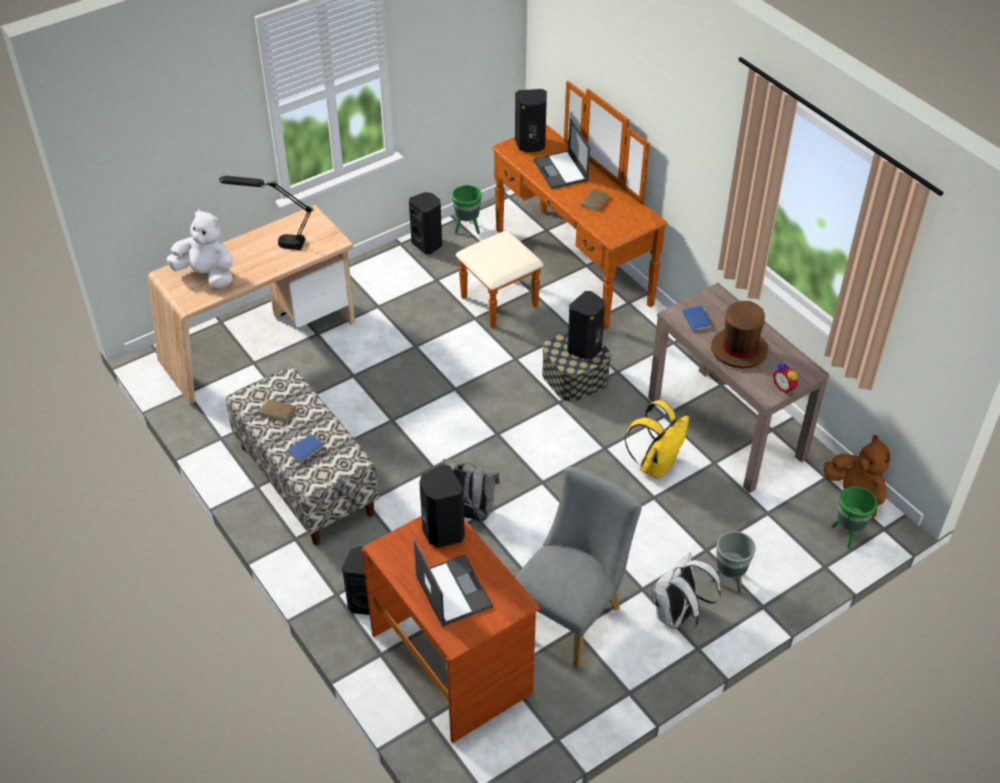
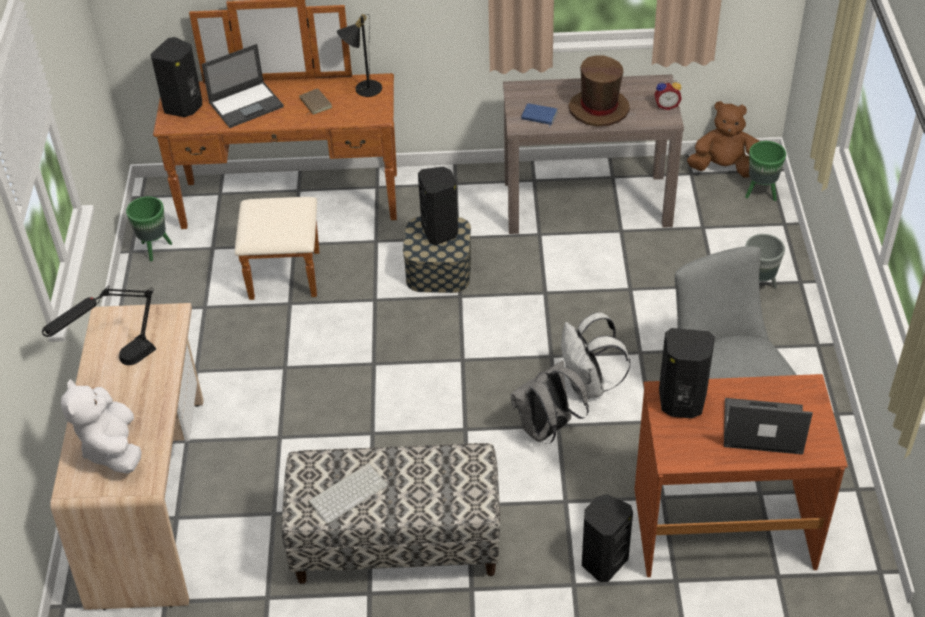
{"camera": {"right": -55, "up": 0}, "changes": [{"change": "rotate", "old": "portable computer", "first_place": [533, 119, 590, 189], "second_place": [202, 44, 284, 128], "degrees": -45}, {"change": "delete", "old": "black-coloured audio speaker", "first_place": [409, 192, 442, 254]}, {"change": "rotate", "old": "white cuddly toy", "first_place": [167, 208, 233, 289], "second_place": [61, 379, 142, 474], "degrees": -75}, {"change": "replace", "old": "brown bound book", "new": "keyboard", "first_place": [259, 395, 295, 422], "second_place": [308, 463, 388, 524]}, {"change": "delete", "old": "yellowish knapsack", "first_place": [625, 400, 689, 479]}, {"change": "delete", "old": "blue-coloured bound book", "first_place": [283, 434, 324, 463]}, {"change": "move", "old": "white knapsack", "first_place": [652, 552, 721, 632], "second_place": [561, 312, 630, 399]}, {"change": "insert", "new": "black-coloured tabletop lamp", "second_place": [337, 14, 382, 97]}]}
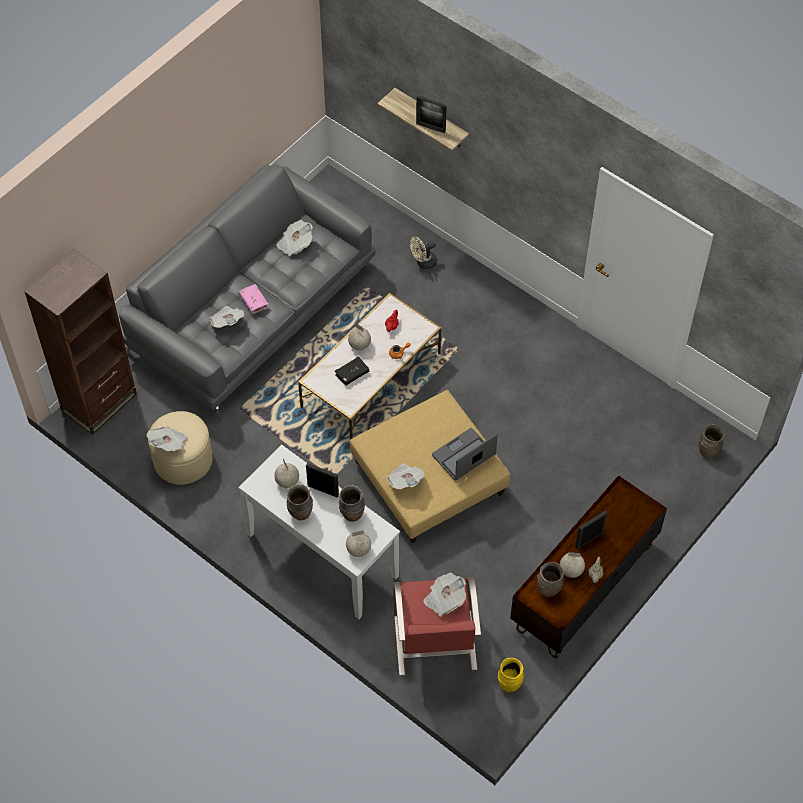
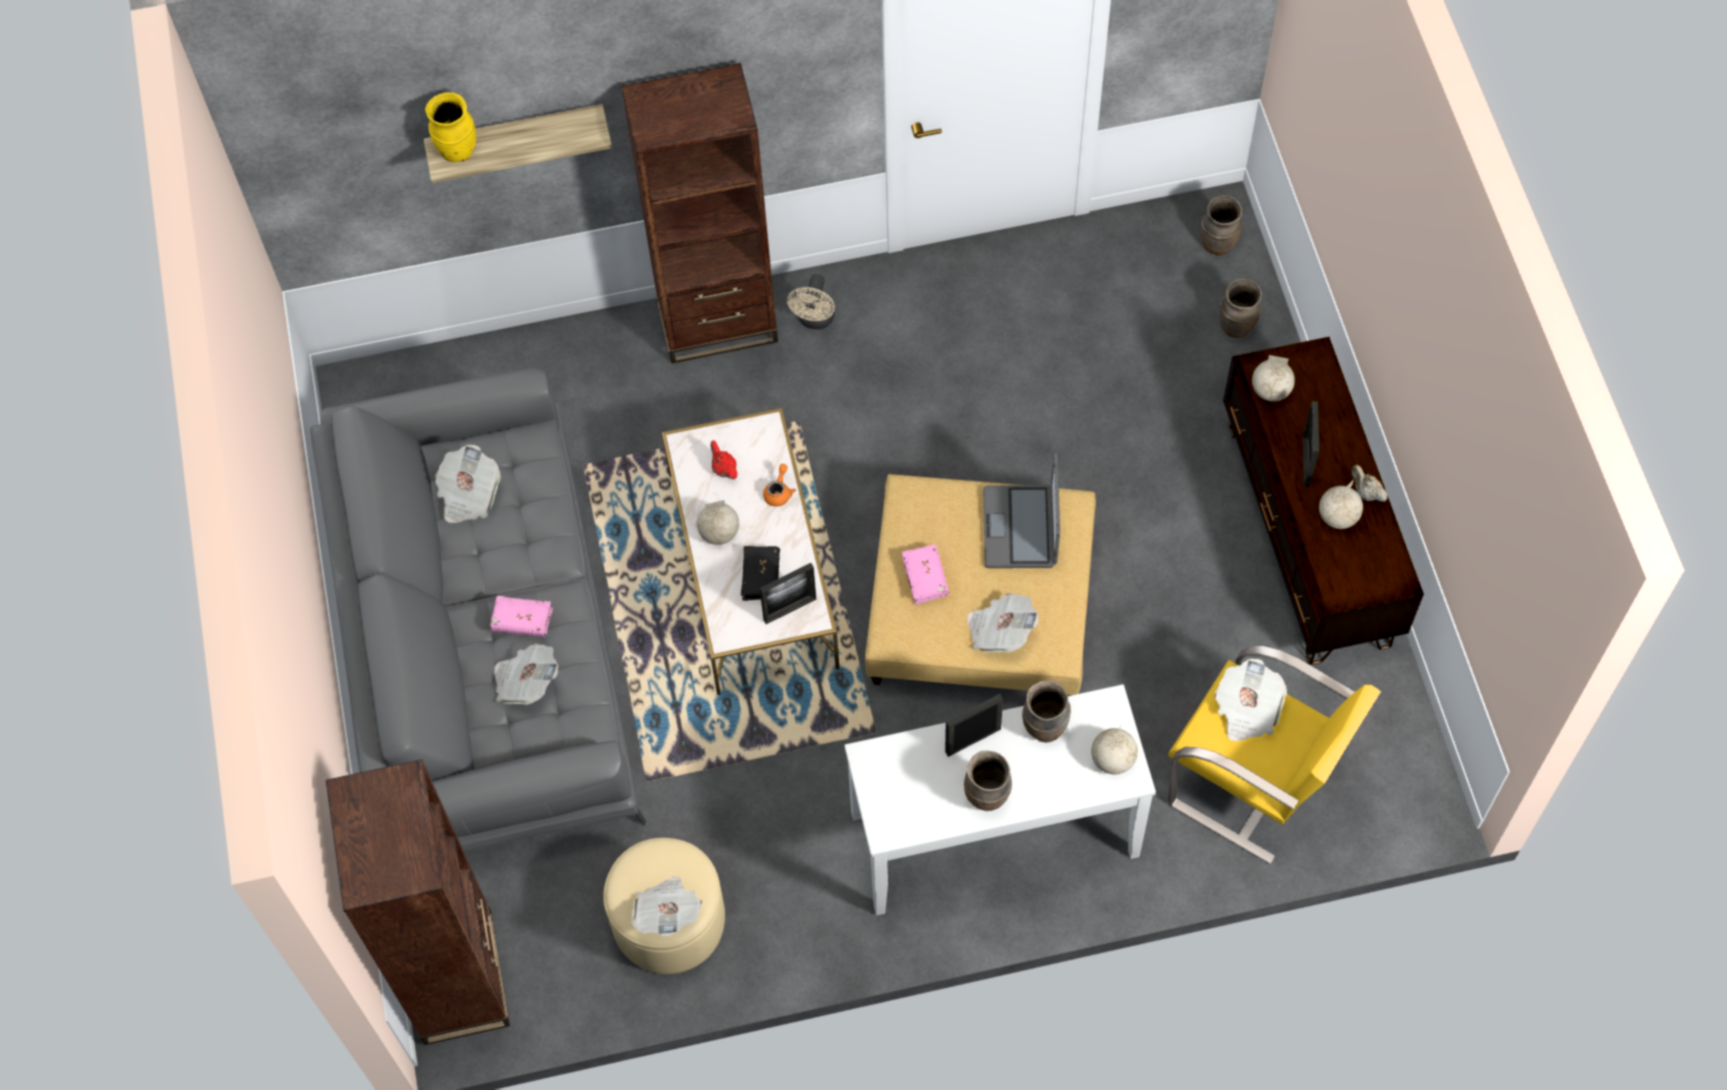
{"camera": {"right": -50, "up": 5}, "changes": [{"change": "move", "old": "photo frame", "first_place": [416, 96, 447, 133], "second_place": [760, 563, 816, 624]}, {"change": "move", "old": "beige-coloured cooling fan", "first_place": [410, 237, 437, 269], "second_place": [787, 274, 835, 330]}, {"change": "move", "old": "desk globe", "first_place": [274, 459, 299, 488], "second_place": [1252, 355, 1295, 402]}, {"change": "move", "old": "brown flower vase", "first_place": [537, 562, 564, 597], "second_place": [1219, 279, 1262, 338]}, {"change": "recolor", "old": "reddish easy chair", "new": "yellowish easy chair", "first_place": [393, 577, 481, 676], "second_place": [1168, 646, 1381, 865]}, {"change": "move", "old": "yellowish flower vase", "first_place": [498, 658, 524, 692], "second_place": [425, 92, 476, 162]}, {"change": "insert", "new": "brown shelving unit", "second_place": [621, 63, 778, 364]}, {"change": "insert", "new": "pink-coloured bound book", "second_place": [902, 545, 949, 605]}]}
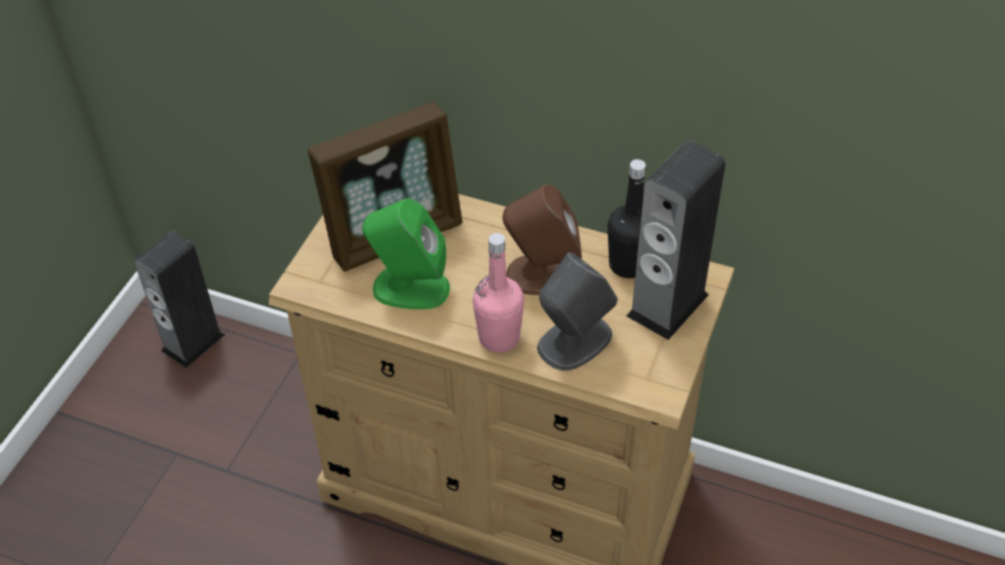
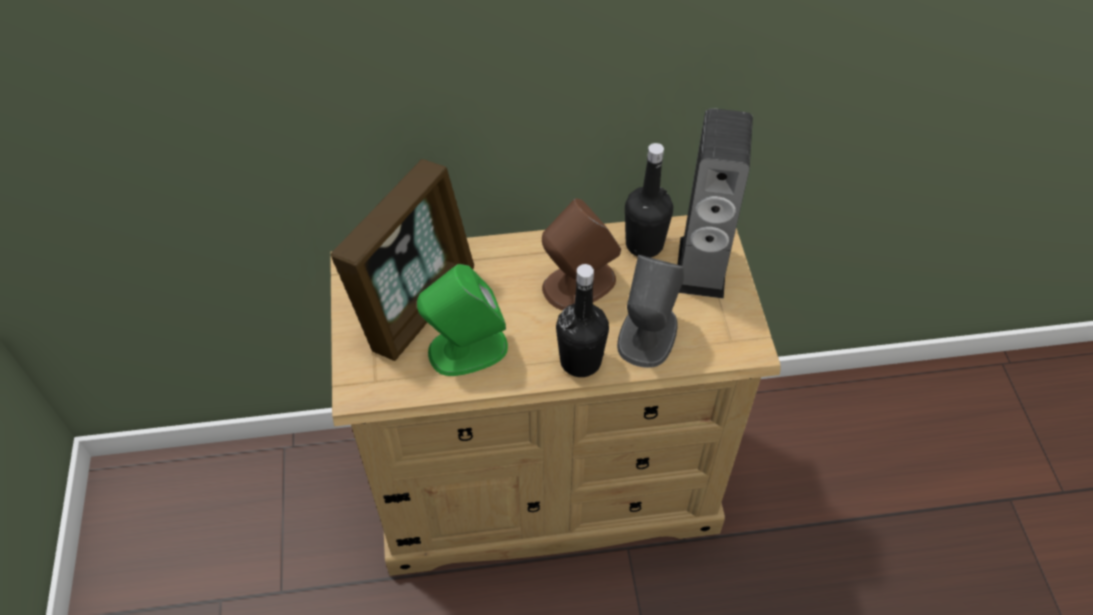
{"camera": {"right": -30, "up": 5}, "changes": [{"change": "delete", "old": "audio speaker", "first_place": [134, 230, 225, 368]}, {"change": "recolor", "old": "pink-coloured beverage bottle", "new": "black-coloured beverage bottle", "first_place": [472, 233, 524, 353], "second_place": [556, 264, 609, 377]}]}
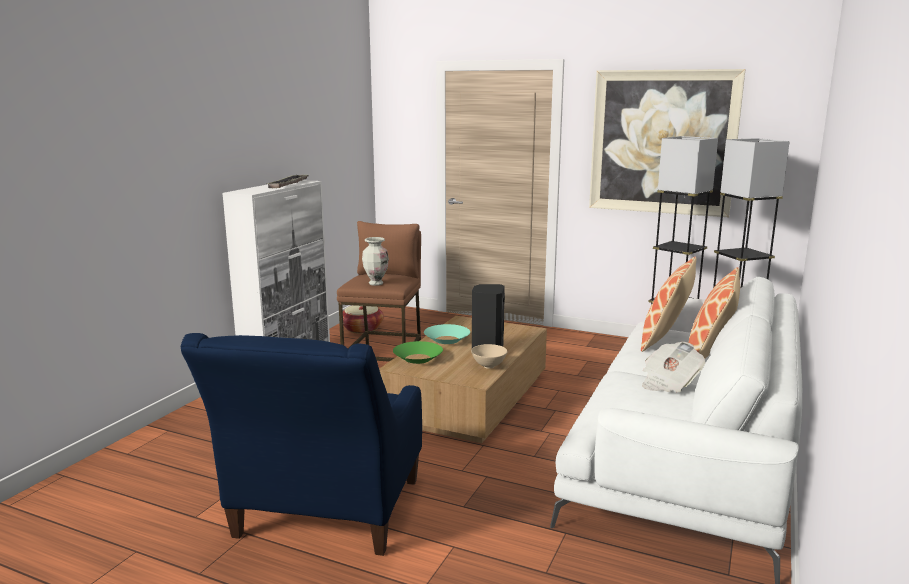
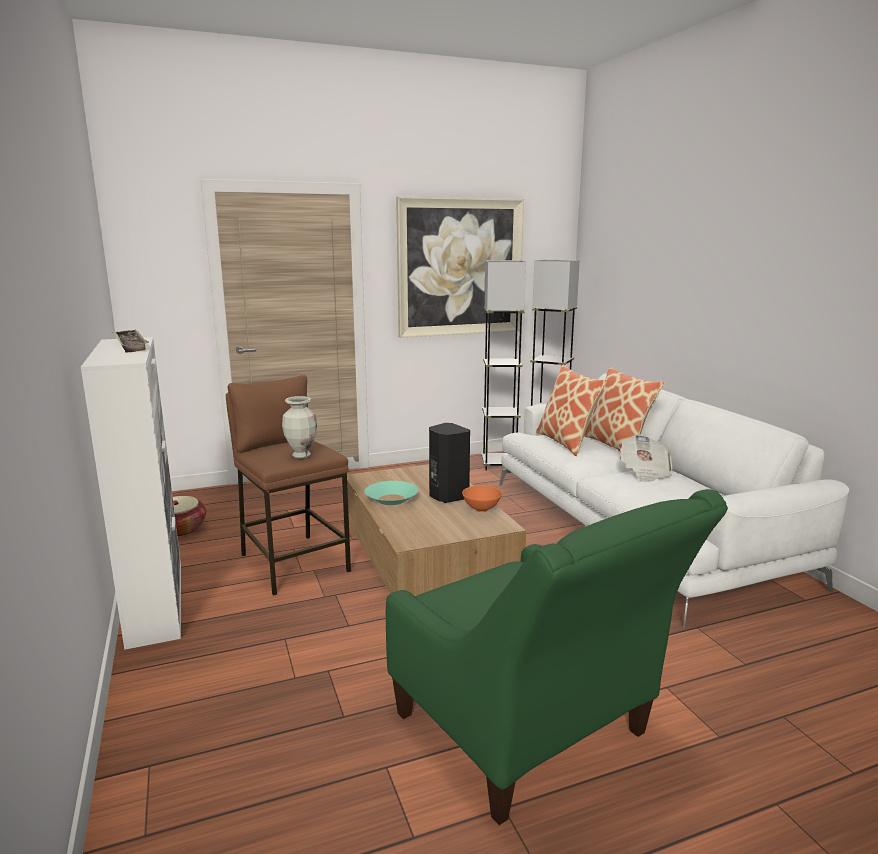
{"camera": {"right": -45, "up": 0}, "changes": [{"change": "recolor", "old": "blue-coloured easy chair", "new": "green-coloured easy chair", "first_place": [181, 333, 422, 556], "second_place": [386, 489, 728, 825]}, {"change": "delete", "old": "green-coloured bowl", "first_place": [393, 341, 443, 364]}, {"change": "recolor", "old": "beige-coloured bowl", "new": "orange bowl", "first_place": [471, 344, 508, 369], "second_place": [462, 485, 502, 512]}]}
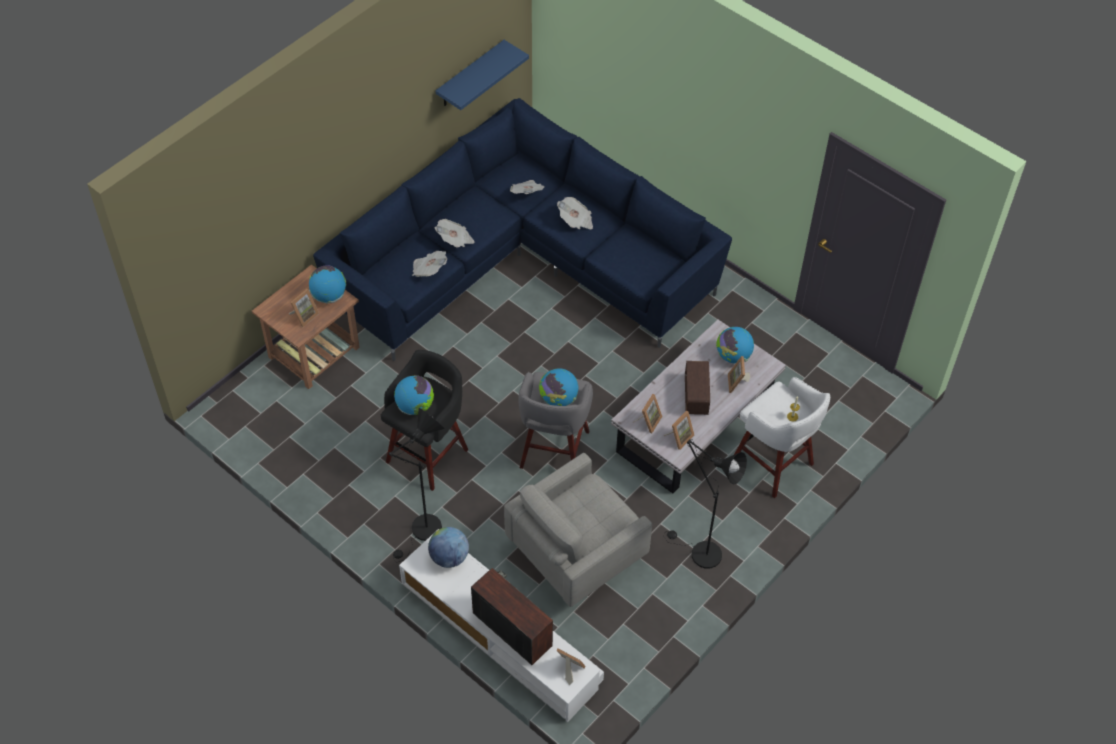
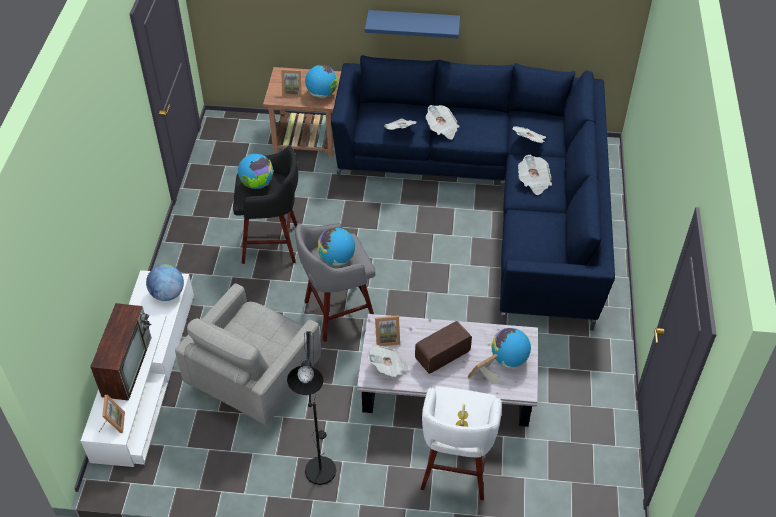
{"camera": {"right": 55, "up": -5}, "changes": [{"change": "move", "old": "blue-coloured wall shelf", "first_place": [435, 40, 529, 110], "second_place": [365, 10, 460, 38]}, {"change": "delete", "old": "black-coloured standard lamp", "first_place": [389, 408, 444, 562]}, {"change": "replace", "old": "photo frame", "new": "printed paper", "first_place": [664, 411, 694, 450], "second_place": [367, 345, 411, 377]}, {"change": "rotate", "old": "grey easy chair", "first_place": [504, 453, 652, 607], "second_place": [175, 284, 321, 426], "degrees": -75}]}
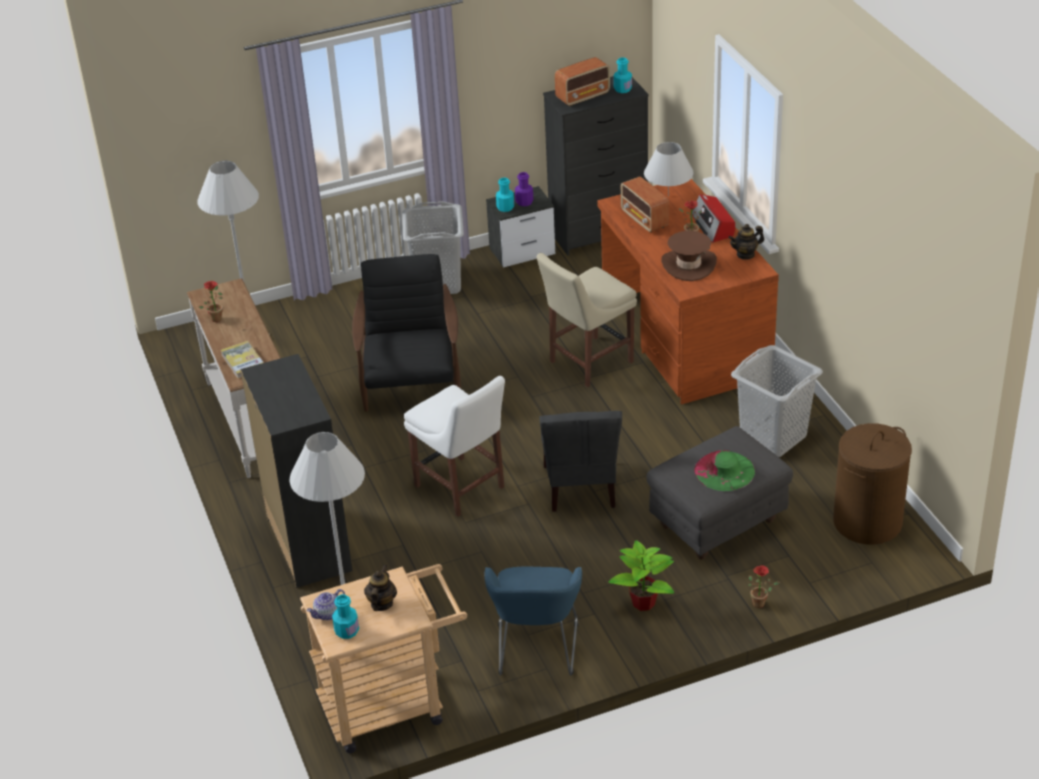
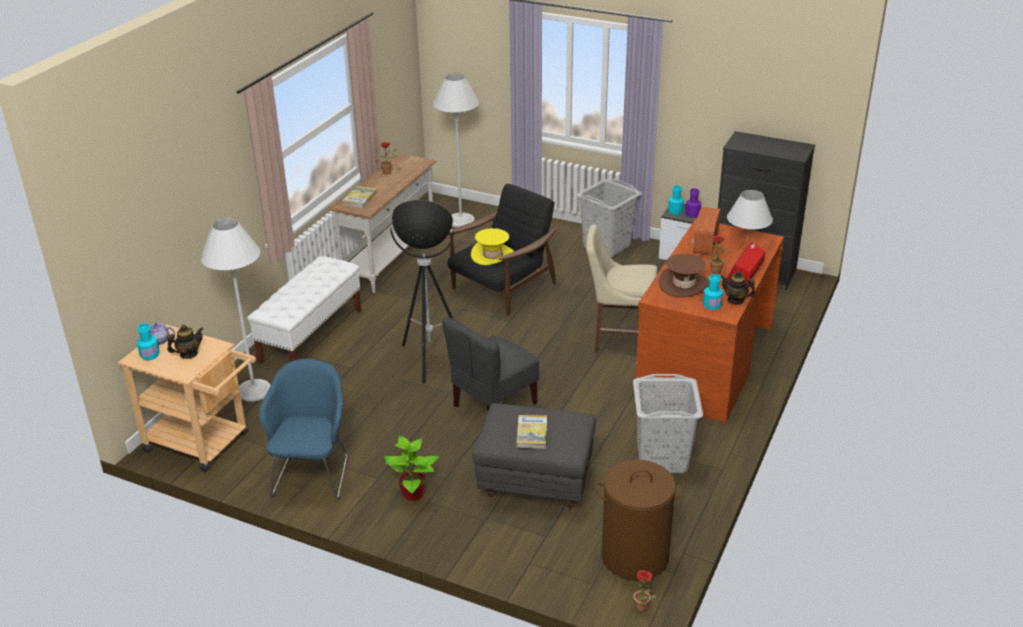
{"camera": {"right": 45, "up": -5}, "changes": [{"change": "delete", "old": "radio", "first_place": [555, 57, 610, 106]}, {"change": "move", "old": "turquoise-coloured beverage bottle", "first_place": [613, 57, 632, 93], "second_place": [703, 274, 723, 310]}, {"change": "replace", "old": "black-coloured chest of drawers", "new": "white long seat", "first_place": [240, 354, 352, 588], "second_place": [247, 256, 361, 364]}, {"change": "replace", "old": "white plain chair", "new": "standard lamp", "first_place": [404, 376, 505, 517], "second_place": [390, 200, 454, 384]}, {"change": "replace", "old": "green-coloured hat", "new": "bound book", "first_place": [694, 450, 755, 491], "second_place": [516, 415, 547, 449]}, {"change": "move", "old": "potted plant", "first_place": [748, 565, 780, 608], "second_place": [632, 570, 656, 612]}, {"change": "rotate", "old": "blue-coloured easy chair", "first_place": [484, 567, 582, 676], "second_place": [259, 359, 348, 500], "degrees": 135}, {"change": "insert", "new": "yellowish hat", "second_place": [471, 228, 514, 265]}]}
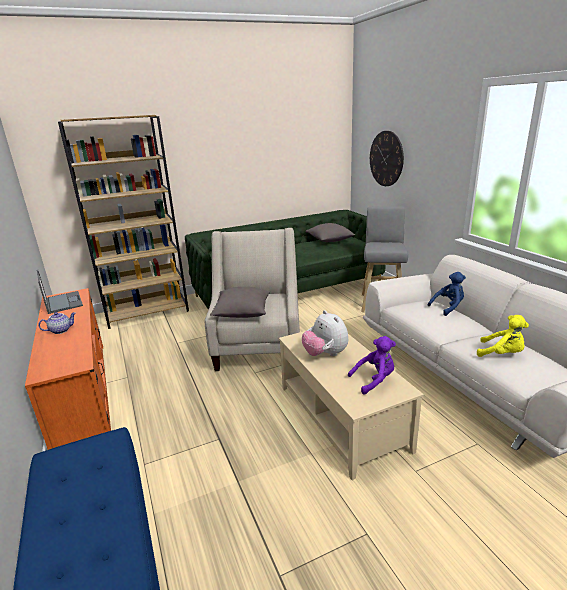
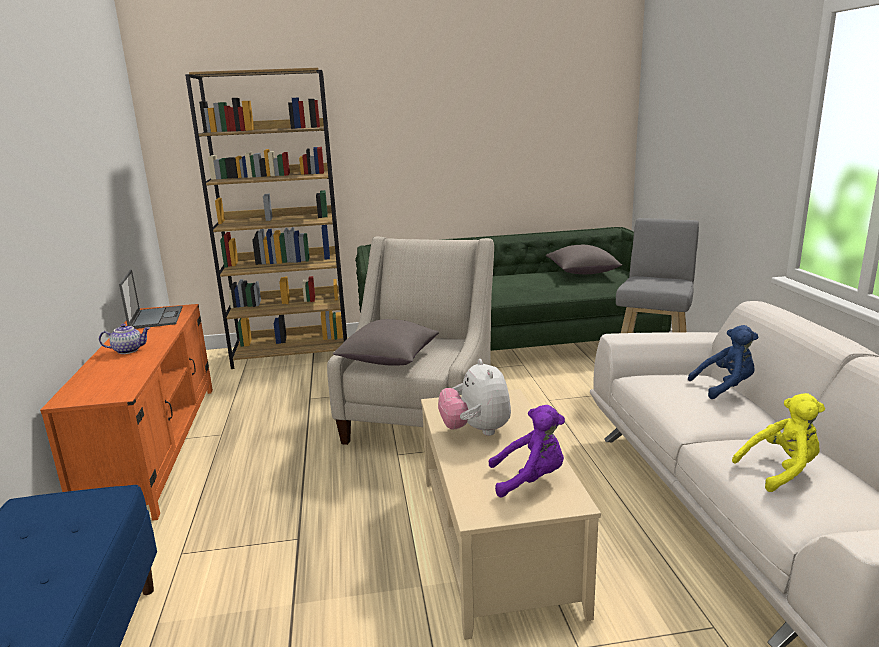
{"camera": {"right": 15, "up": -5}, "changes": [{"change": "delete", "old": "wall clock", "first_place": [370, 131, 404, 186]}, {"change": "rotate", "old": "yellowish cuddly toy", "first_place": [477, 315, 529, 357], "second_place": [732, 393, 825, 492], "degrees": -60}]}
